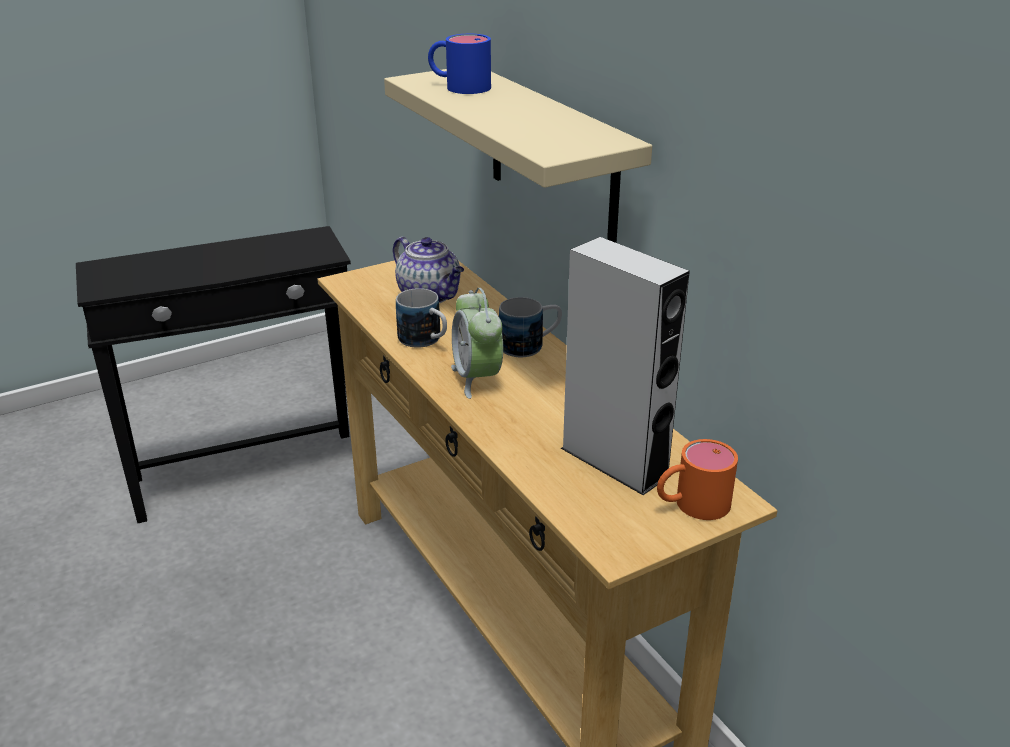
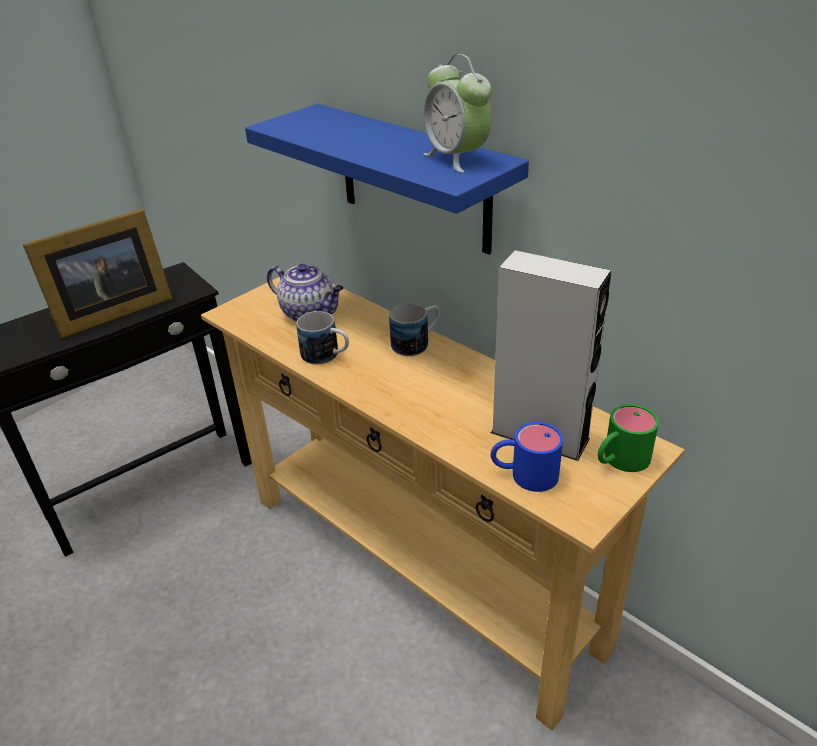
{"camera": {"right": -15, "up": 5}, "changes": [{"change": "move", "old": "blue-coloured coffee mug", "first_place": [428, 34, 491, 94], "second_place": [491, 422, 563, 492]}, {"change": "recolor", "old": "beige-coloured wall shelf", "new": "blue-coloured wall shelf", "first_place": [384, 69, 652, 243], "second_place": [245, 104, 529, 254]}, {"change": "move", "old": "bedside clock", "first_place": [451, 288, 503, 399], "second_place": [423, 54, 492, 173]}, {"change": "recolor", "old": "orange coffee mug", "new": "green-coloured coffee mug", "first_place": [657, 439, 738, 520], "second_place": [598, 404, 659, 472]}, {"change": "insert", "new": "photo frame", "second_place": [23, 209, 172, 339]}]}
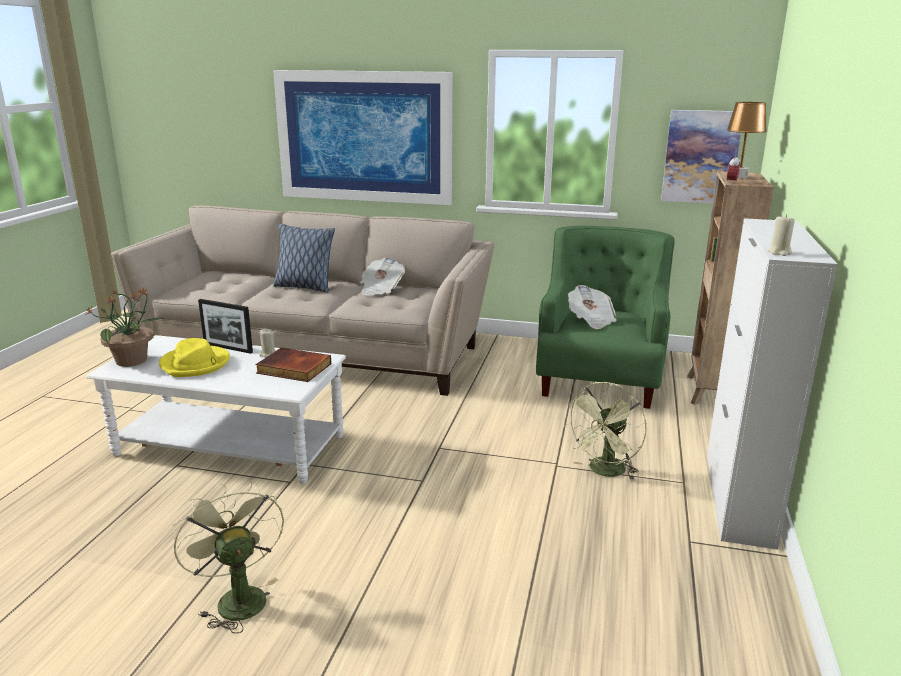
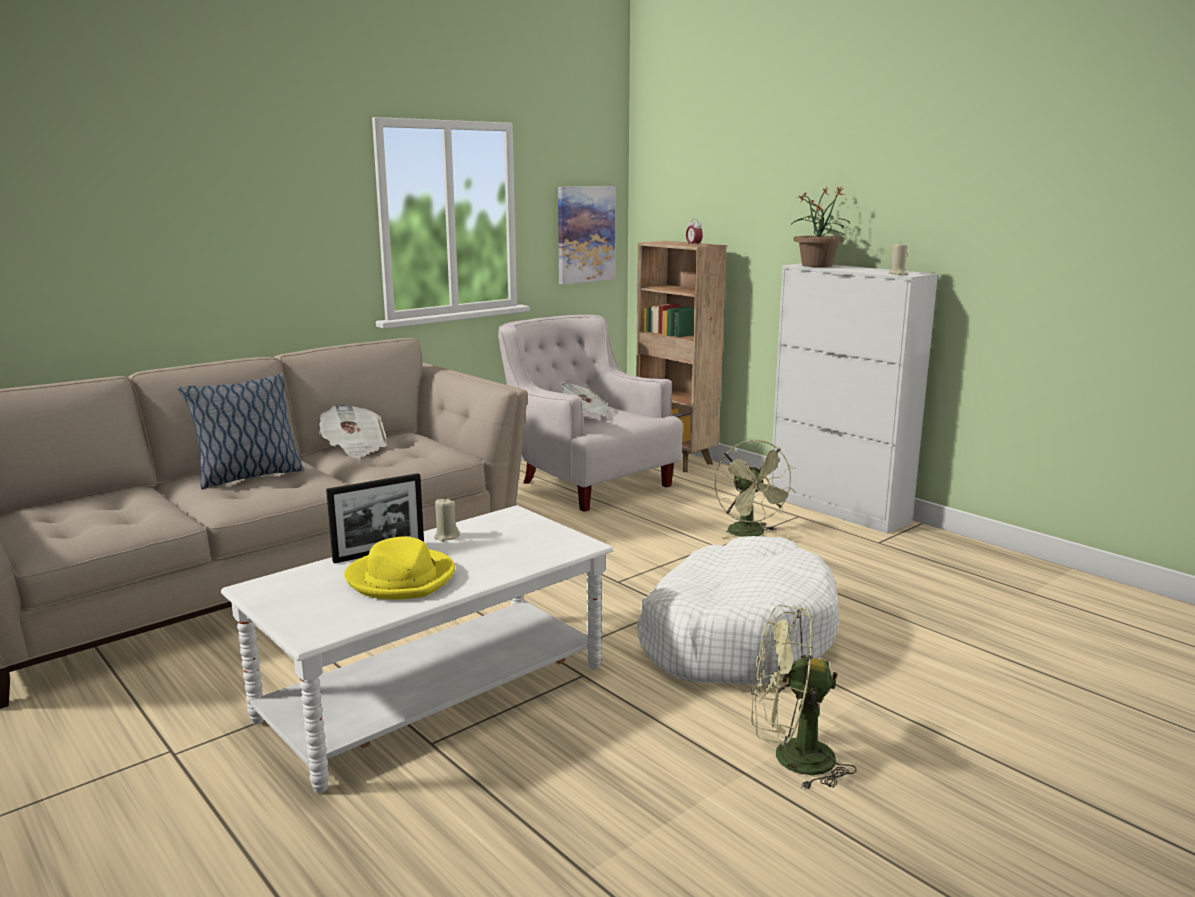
{"camera": {"right": -55, "up": -5}, "changes": [{"change": "delete", "old": "wall art", "first_place": [273, 70, 453, 205]}, {"change": "delete", "old": "brown tabletop lamp", "first_place": [727, 102, 767, 179]}, {"change": "recolor", "old": "green-coloured easy chair", "new": "white easy chair", "first_place": [536, 226, 675, 409], "second_place": [498, 315, 683, 512]}, {"change": "move", "old": "potted plant", "first_place": [85, 288, 166, 367], "second_place": [791, 186, 850, 267]}, {"change": "delete", "old": "bound book", "first_place": [256, 348, 331, 382]}, {"change": "insert", "new": "white pet bed", "second_place": [637, 536, 840, 685]}]}
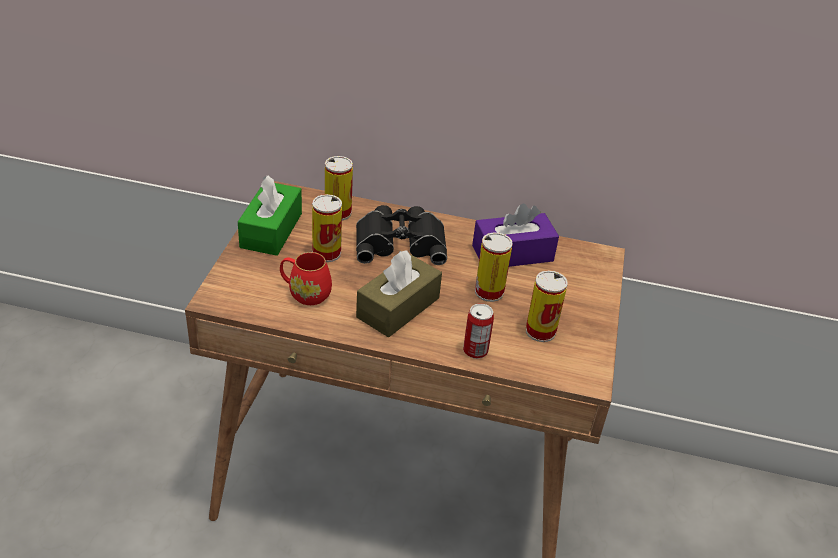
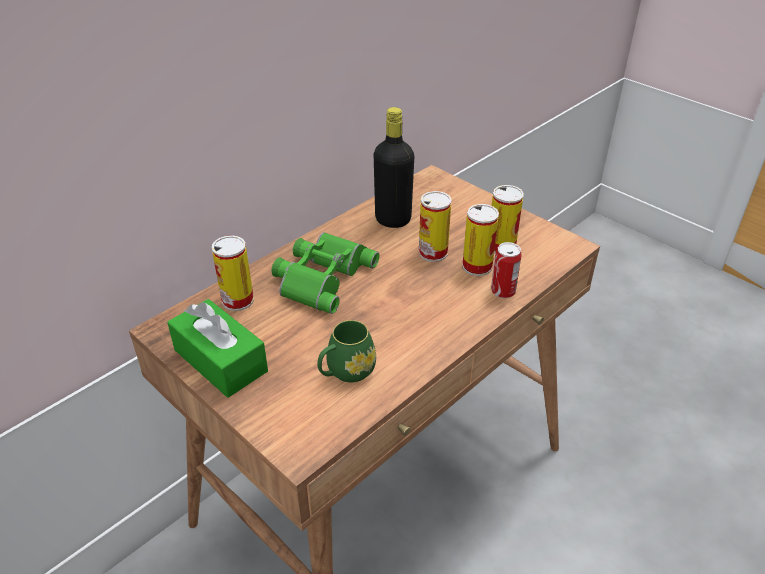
{"camera": {"right": -55, "up": 0}, "changes": [{"change": "move", "old": "sealed can", "first_place": [312, 194, 342, 262], "second_place": [462, 204, 499, 276]}, {"change": "replace", "old": "purplish tissue box", "new": "black-coloured beverage bottle", "first_place": [472, 204, 559, 267], "second_place": [374, 107, 414, 228]}, {"change": "recolor", "old": "black-coloured field glasses", "new": "green-coloured field glasses", "first_place": [356, 205, 447, 265], "second_place": [271, 232, 380, 314]}, {"change": "delete", "old": "brown tissue box", "first_place": [356, 250, 442, 337]}, {"change": "recolor", "old": "reddish coffee mug", "new": "green-coloured coffee mug", "first_place": [280, 252, 332, 305], "second_place": [317, 320, 376, 382]}]}
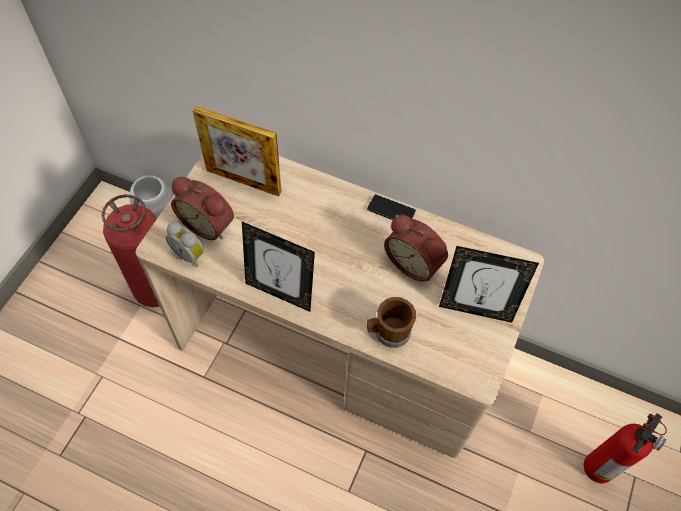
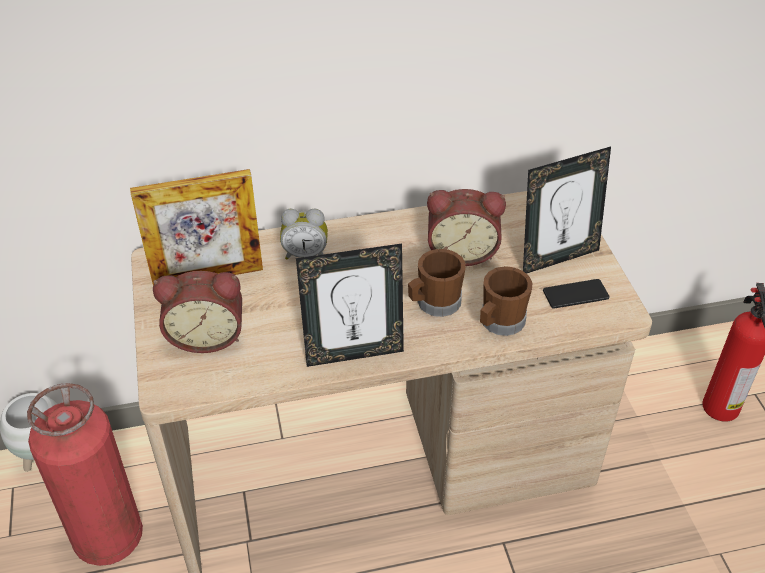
{"camera": {"right": -35, "up": -15}, "changes": [{"change": "move", "old": "phone", "first_place": [367, 195, 416, 220], "second_place": [543, 279, 610, 309]}, {"change": "move", "old": "bedside clock", "first_place": [166, 222, 204, 267], "second_place": [280, 209, 328, 259]}, {"change": "insert", "new": "brown coffee mug", "second_place": [408, 249, 466, 317]}]}
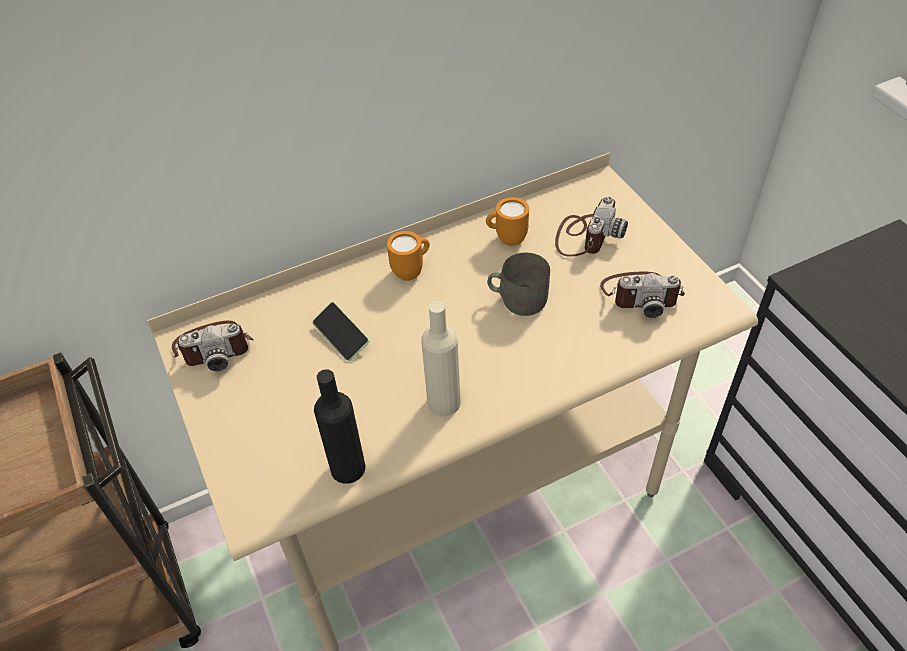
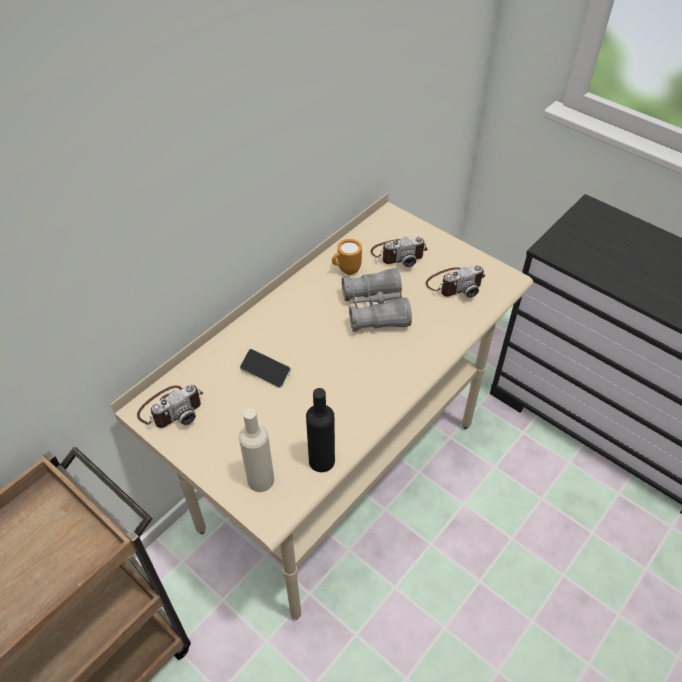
{"camera": {"right": -25, "up": 0}, "changes": [{"change": "rotate", "old": "still camera", "first_place": [555, 196, 628, 257], "second_place": [370, 237, 428, 267], "degrees": 75}, {"change": "delete", "old": "orange coffee mug", "first_place": [387, 231, 430, 281]}, {"change": "replace", "old": "grey coffee mug", "new": "grey field glasses", "first_place": [487, 253, 550, 316], "second_place": [342, 268, 412, 332]}, {"change": "move", "old": "beige-coloured beverage bottle", "first_place": [421, 301, 461, 416], "second_place": [239, 408, 274, 492]}]}
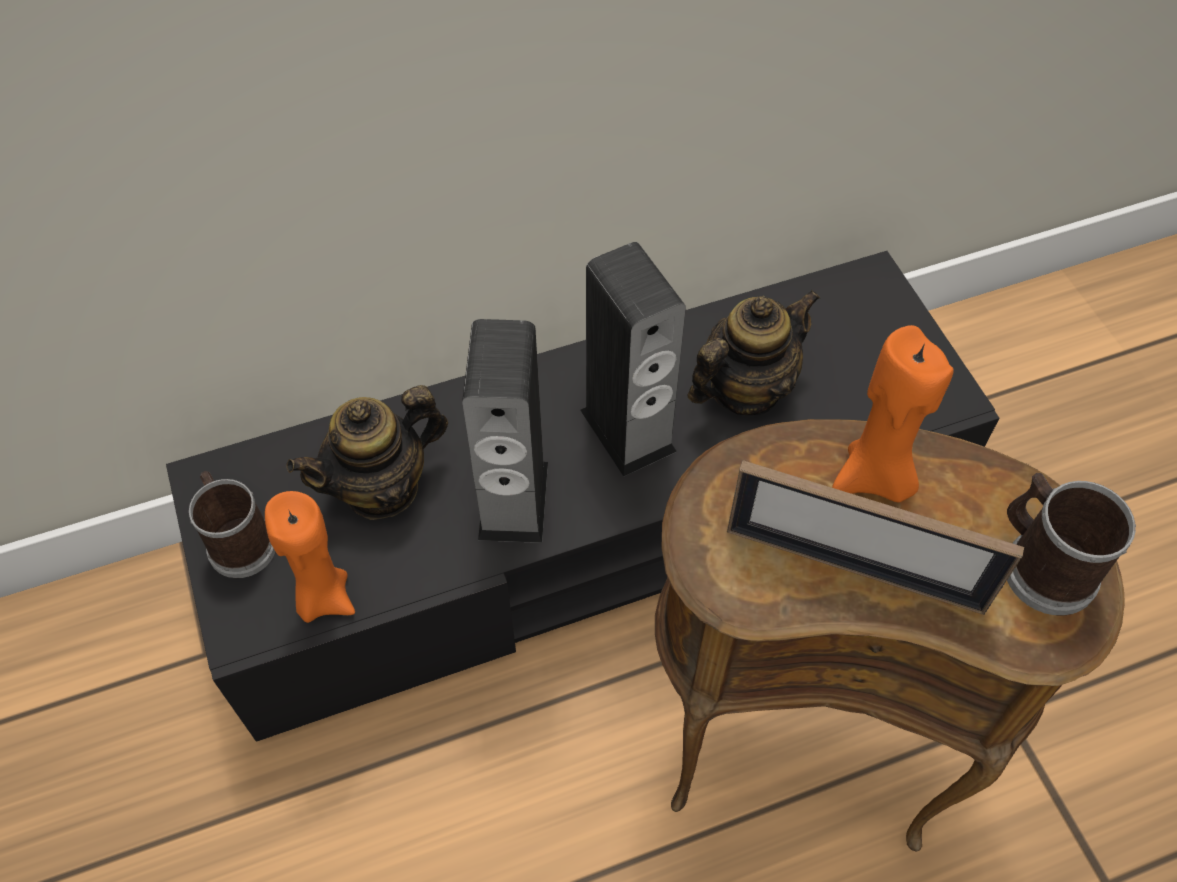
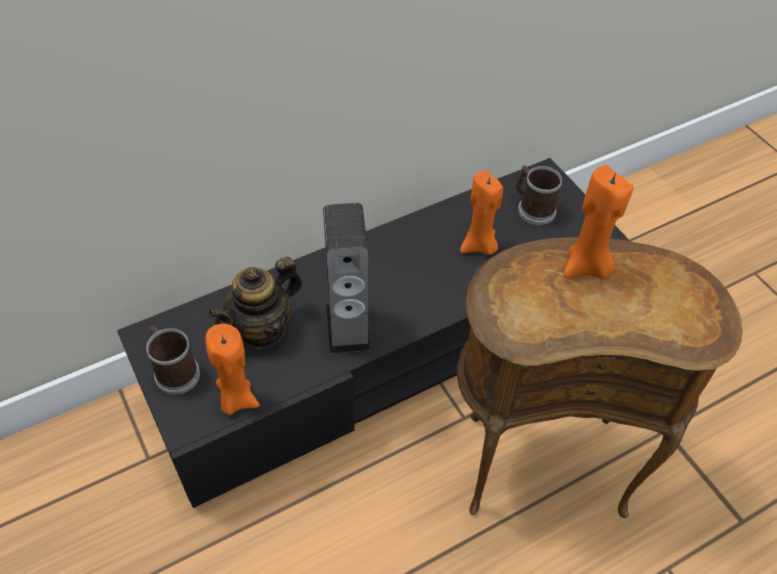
{"camera": {"right": -10, "up": -5}, "changes": [{"change": "delete", "old": "audio speaker", "first_place": [580, 242, 686, 476]}, {"change": "replace", "old": "pot for tea", "new": "orange candle", "first_place": [688, 290, 820, 415], "second_place": [460, 170, 503, 255]}, {"change": "delete", "old": "photo frame", "first_place": [727, 460, 1024, 615]}, {"change": "move", "old": "coffee mug", "first_place": [1007, 473, 1136, 616], "second_place": [516, 165, 562, 225]}]}
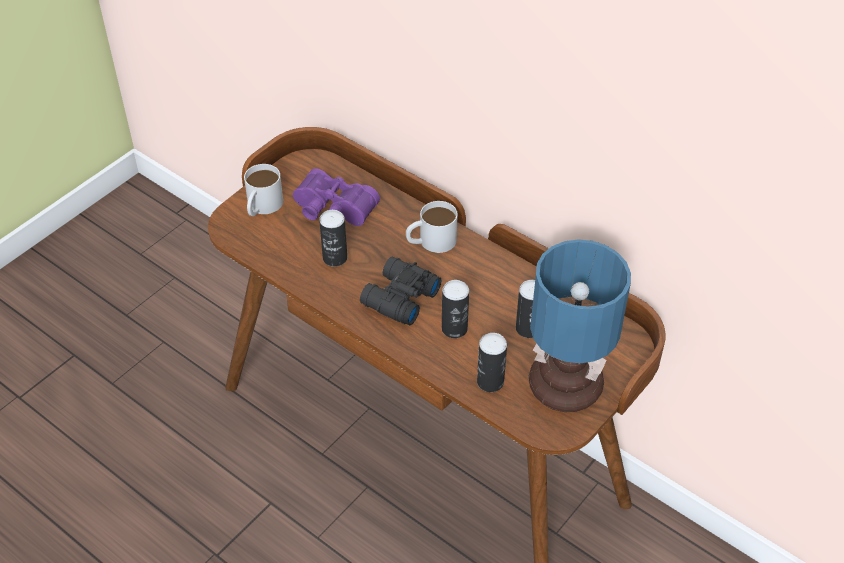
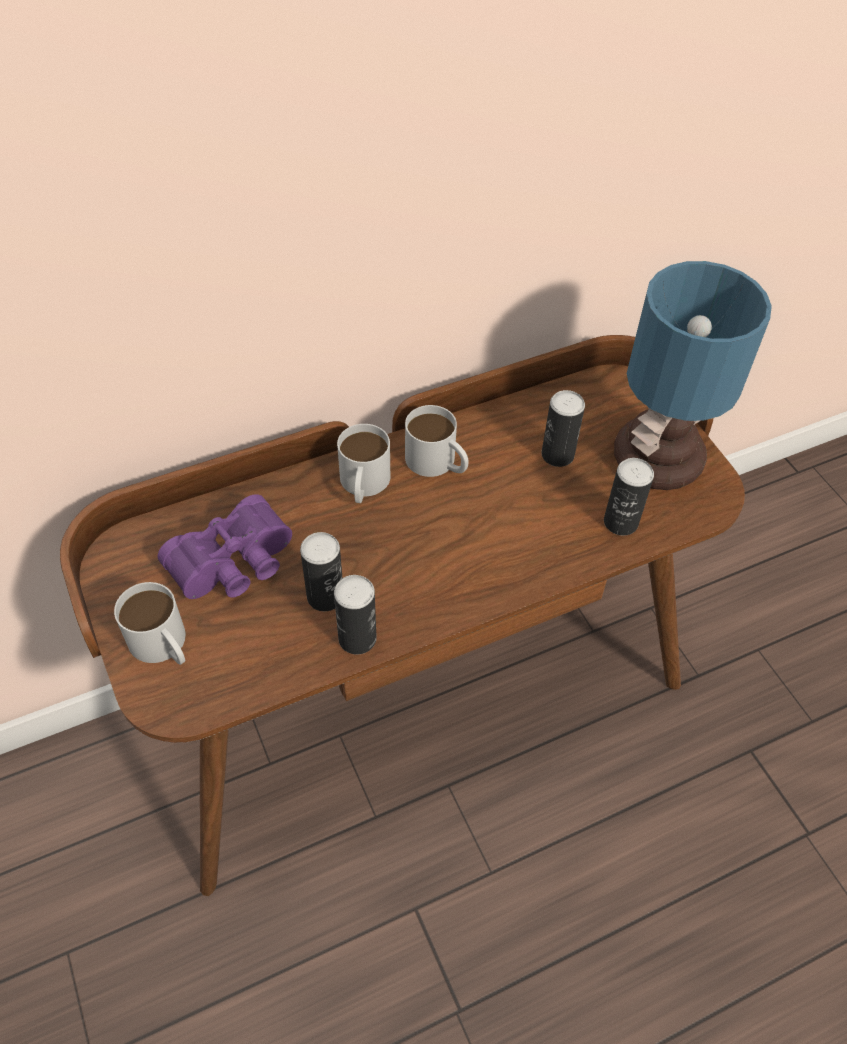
{"camera": {"right": -65, "up": 5}, "changes": [{"change": "delete", "old": "black-coloured field glasses", "first_place": [360, 257, 441, 325]}, {"change": "move", "old": "sealed can", "first_place": [442, 280, 469, 338], "second_place": [334, 575, 377, 654]}, {"change": "insert", "new": "white coffee mug", "second_place": [405, 405, 469, 477]}]}
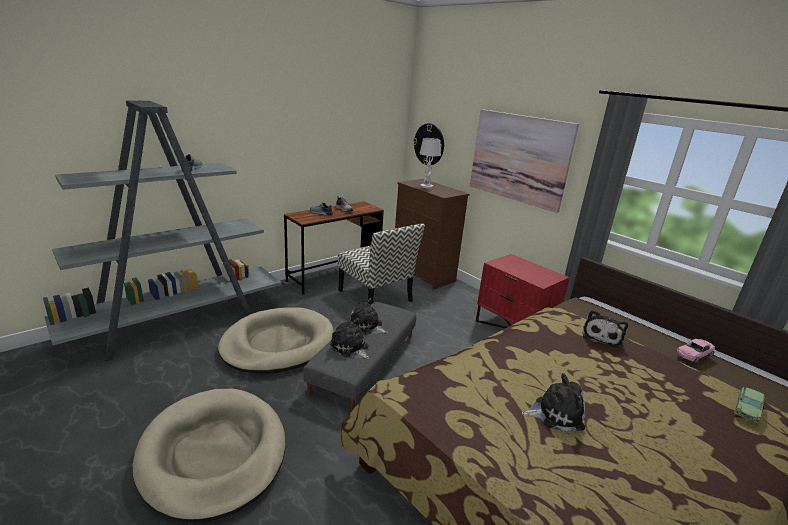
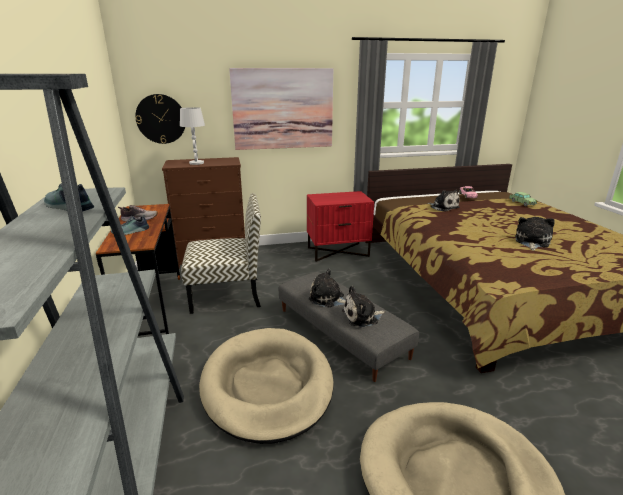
{"camera": {"right": -60, "up": 0}, "changes": [{"change": "rotate", "old": "cuddly toy", "first_place": [350, 298, 388, 335], "second_place": [308, 269, 346, 307], "degrees": 60}]}
